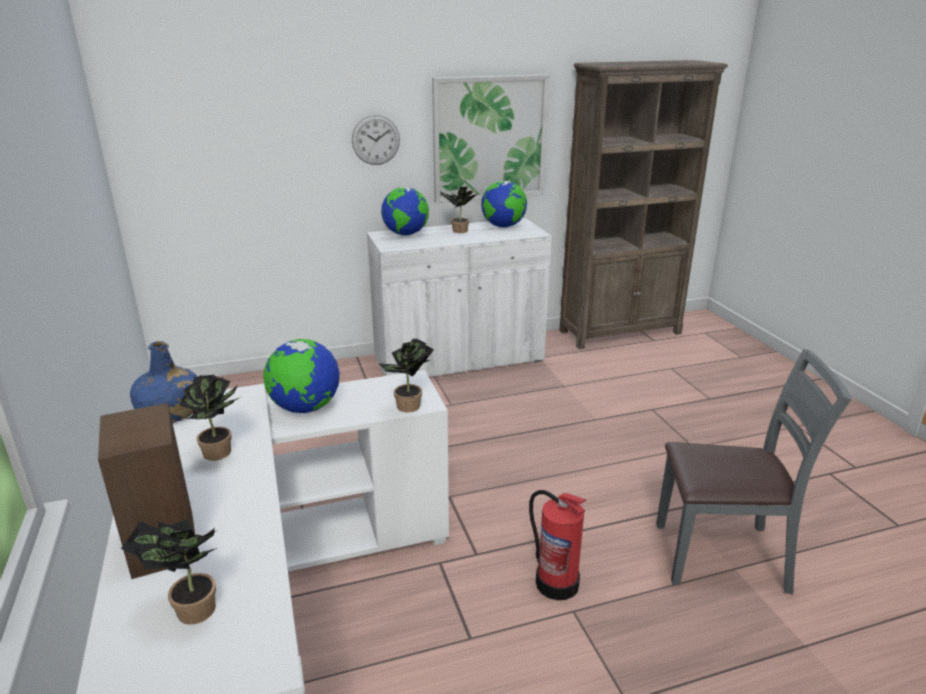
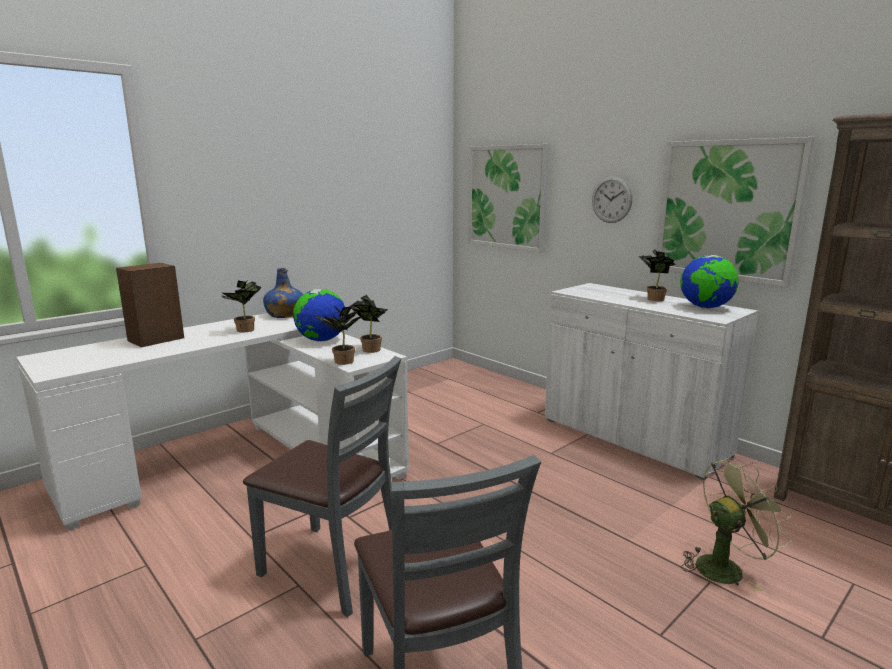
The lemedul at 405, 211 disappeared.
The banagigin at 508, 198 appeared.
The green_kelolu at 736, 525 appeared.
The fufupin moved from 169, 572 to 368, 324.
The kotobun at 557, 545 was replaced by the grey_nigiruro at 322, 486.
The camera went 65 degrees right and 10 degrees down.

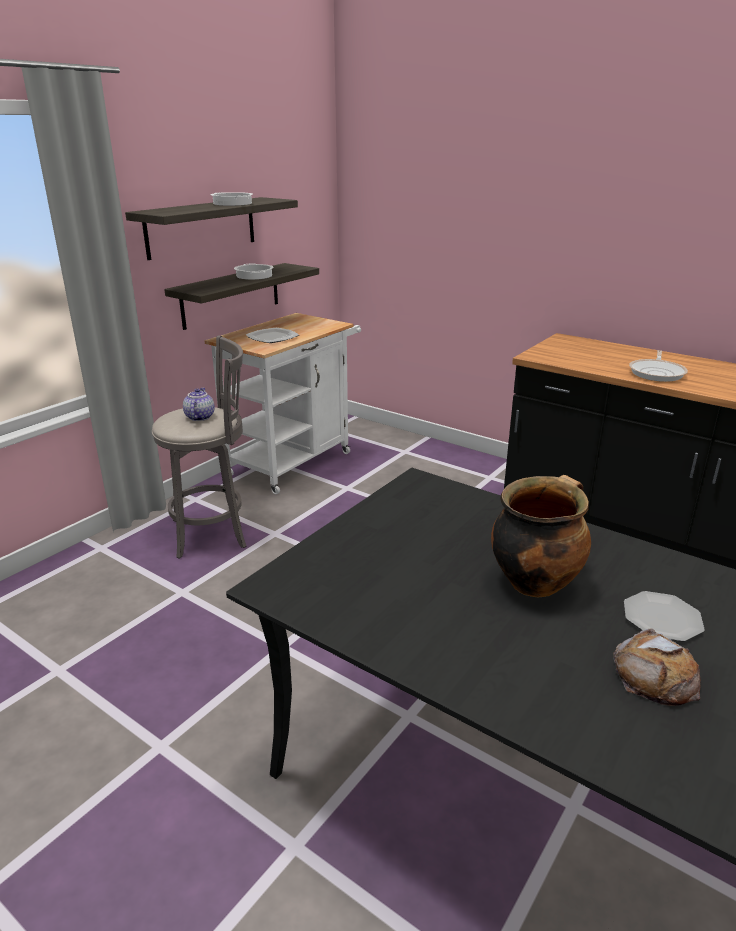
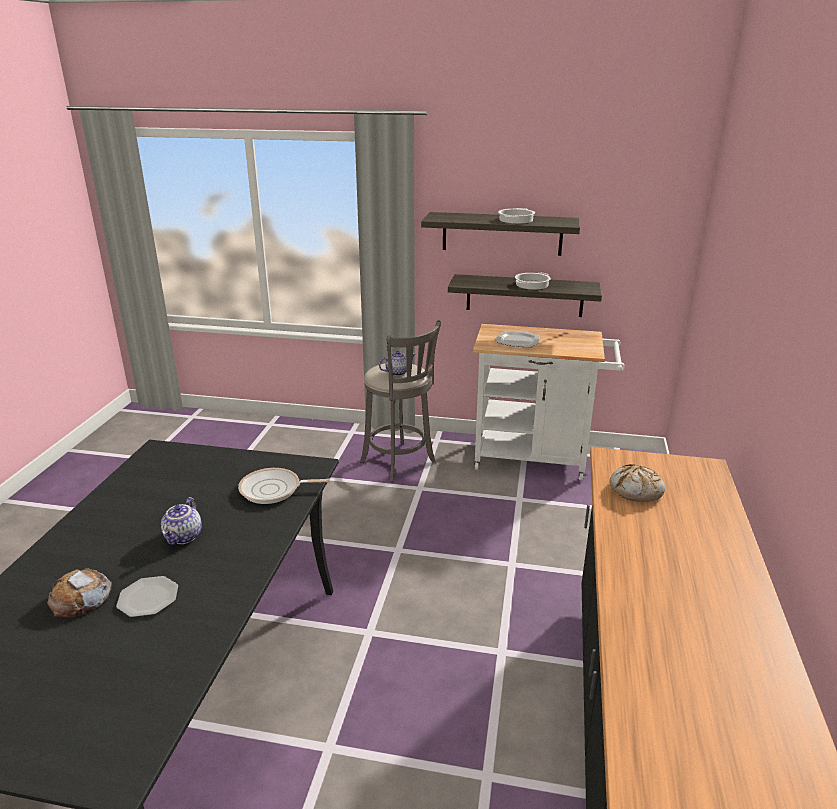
The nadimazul at 637, 483 appeared.
The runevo moved from 658, 366 to 284, 486.
The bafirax at 541, 536 was replaced by the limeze at 181, 521.
The camera went 65 degrees right and 0 degrees up.

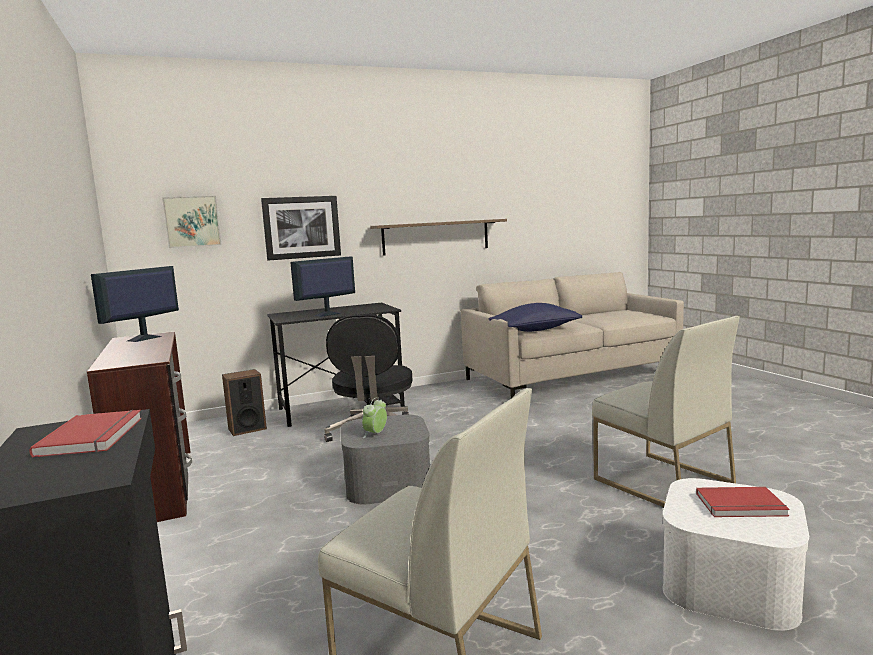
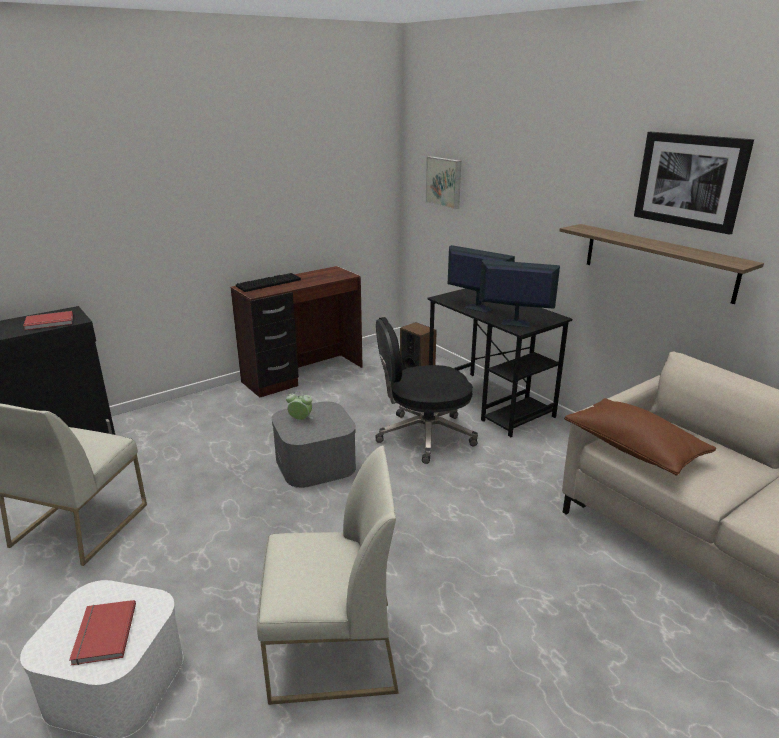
The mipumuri at 268, 282 appeared.
The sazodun moved from 135, 304 to 519, 293.
The banagigin moved from 301, 228 to 694, 183.
The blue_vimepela at 535, 317 became the brown_vimepela at 640, 437.
The white_nigiruro at 666, 411 turned 135 degrees counterclockwise.
The camera went 75 degrees right and 15 degrees up.

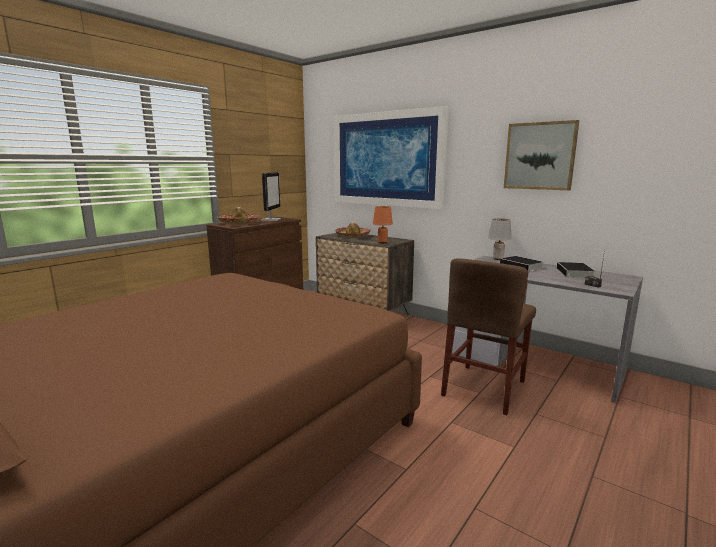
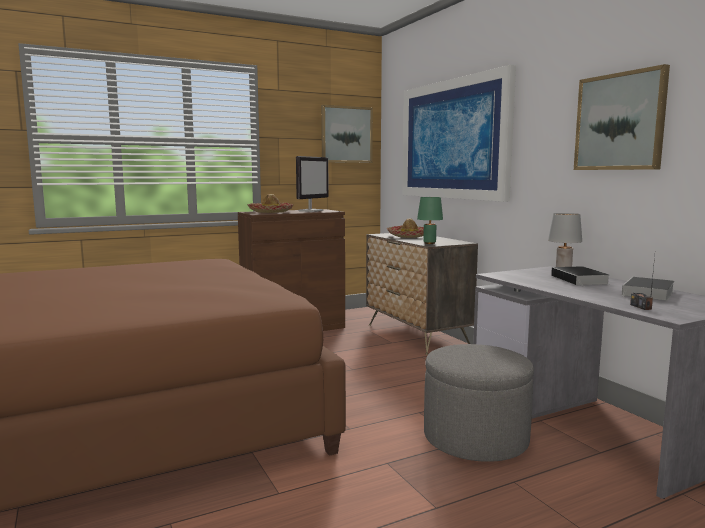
The banagigin at 347, 134 appeared.
The brown_nigiruro at 488, 336 was replaced by the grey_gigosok at 479, 403.
The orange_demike at 383, 224 became the green_demike at 430, 220.
The camera went 25 degrees right and 5 degrees down.

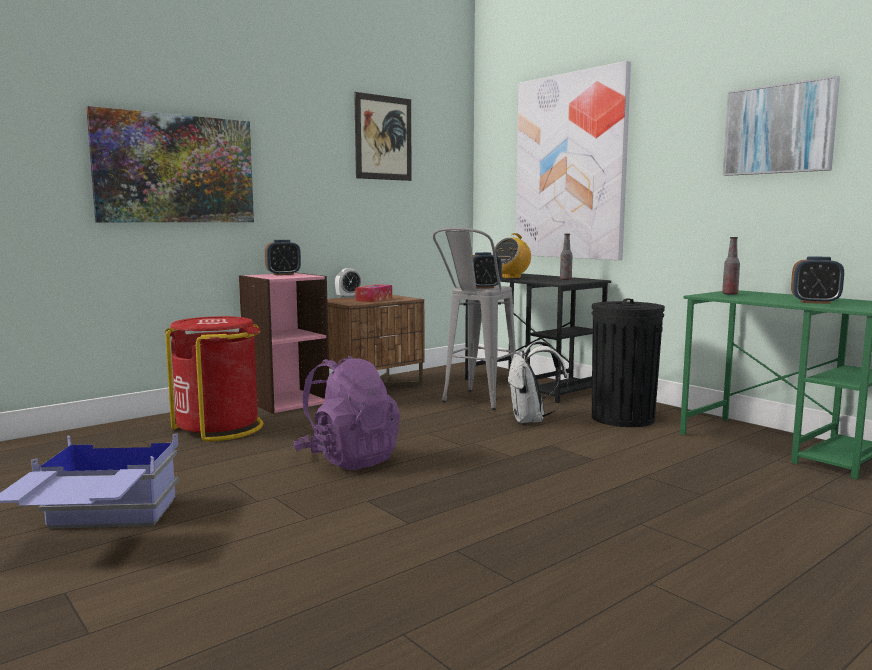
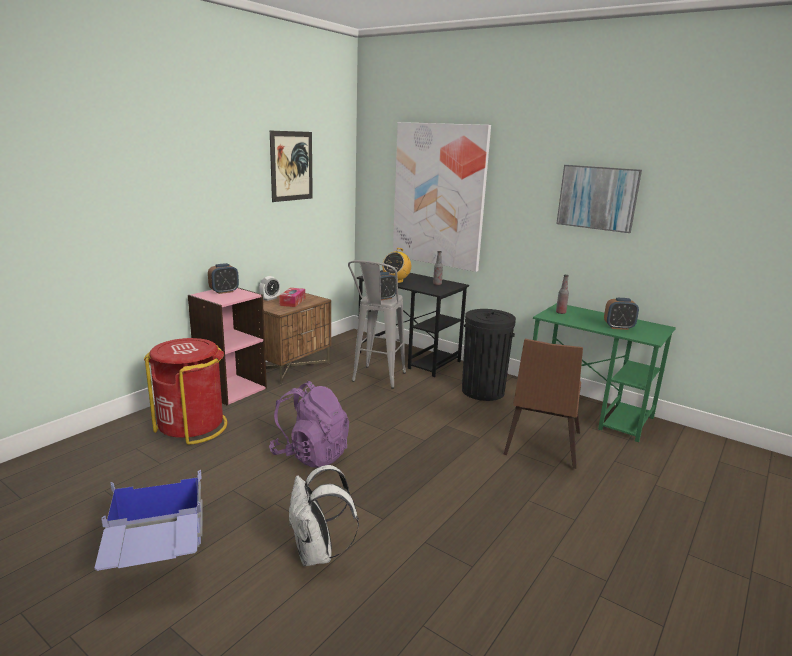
The banagigin at 170, 164 disappeared.
The brown_nigiruro at 543, 404 appeared.
The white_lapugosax moved from 538, 382 to 324, 515.
The camera went 15 degrees left and 10 degrees up.

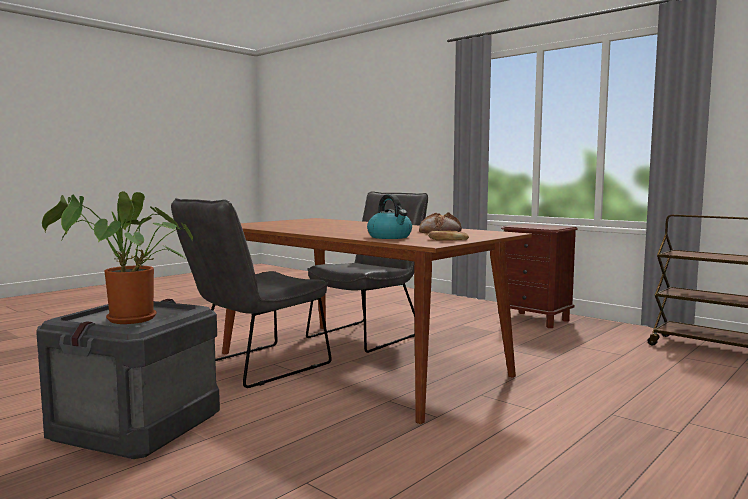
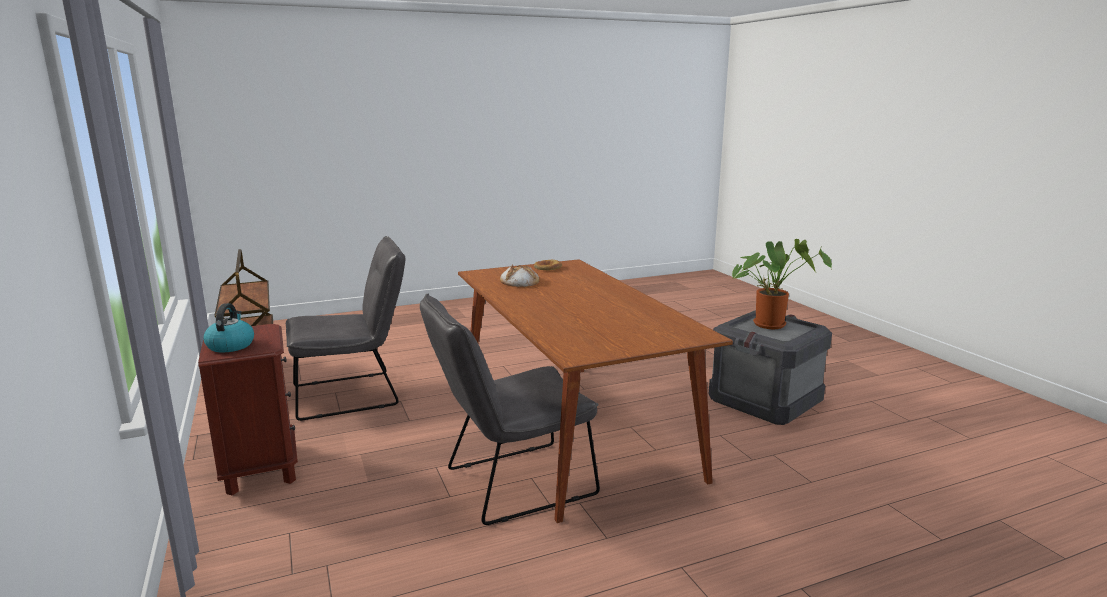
The grey_nigiruro moved from 251, 293 to 345, 328.
The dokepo moved from 389, 216 to 229, 328.
The camera went 155 degrees left and 10 degrees up.

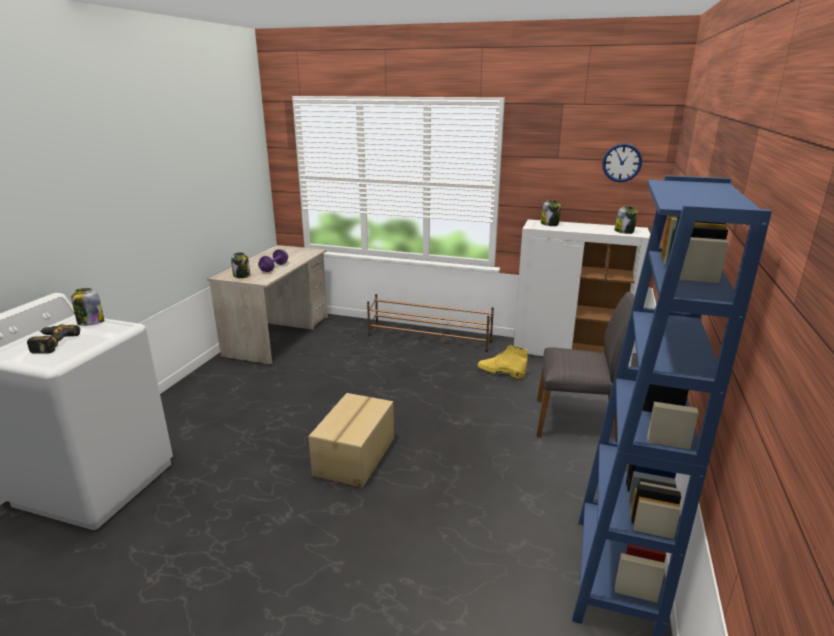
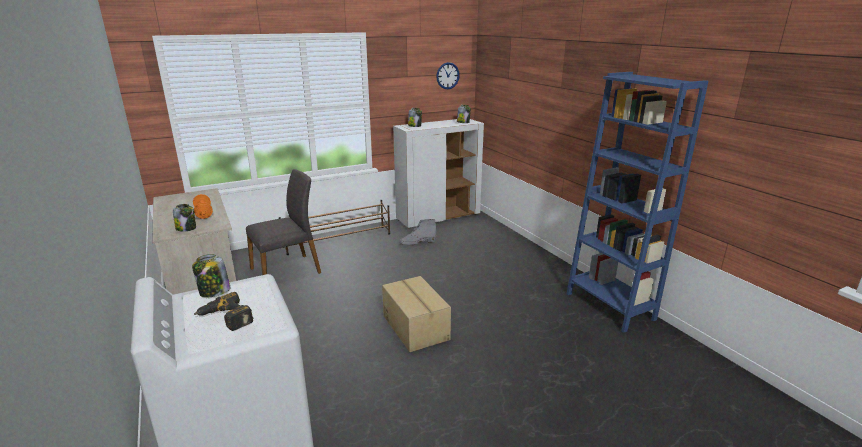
The grey_nigiruro moved from 586, 367 to 283, 222.
The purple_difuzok at 273, 260 became the orange_difuzok at 203, 206.
The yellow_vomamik at 503, 362 became the grey_vomamik at 418, 232.
The camera went 45 degrees left and 0 degrees up.

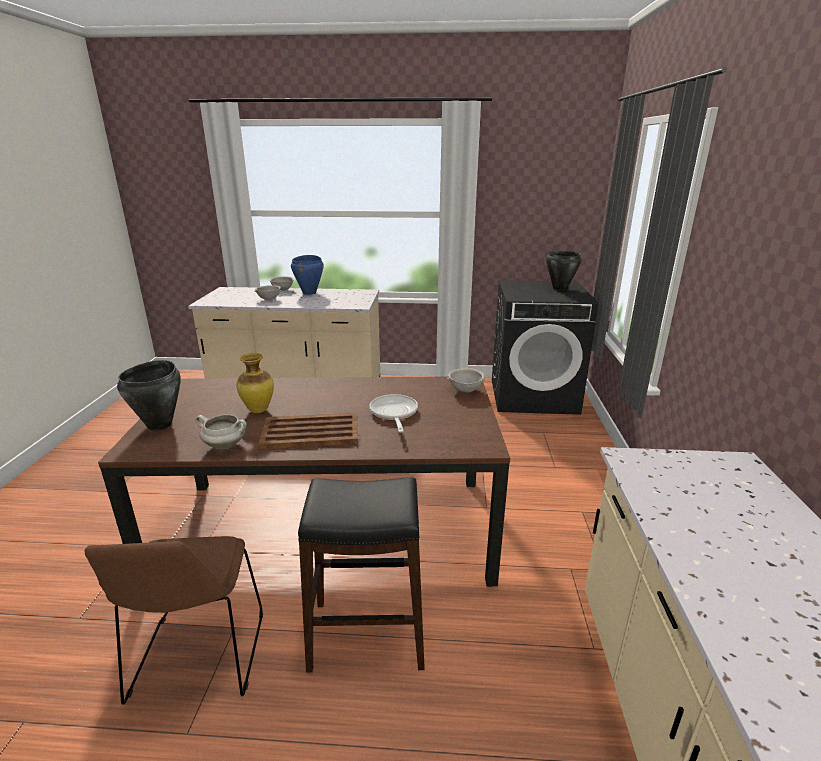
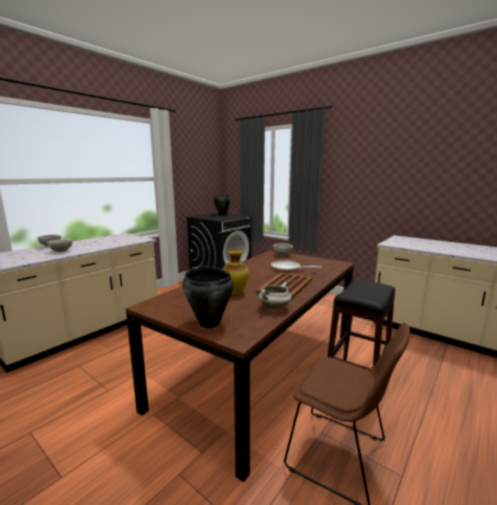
The blue_bafirax at 307, 275 disappeared.
The camera went 55 degrees left and 10 degrees down.

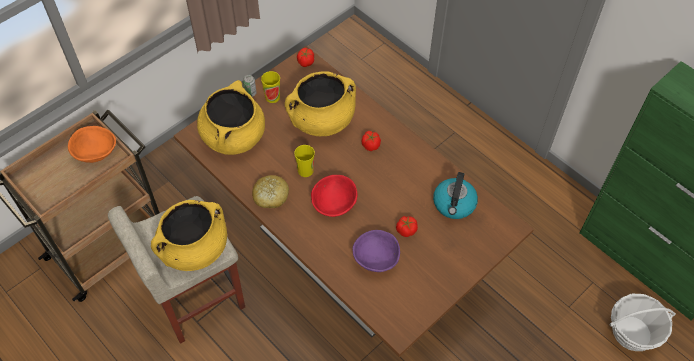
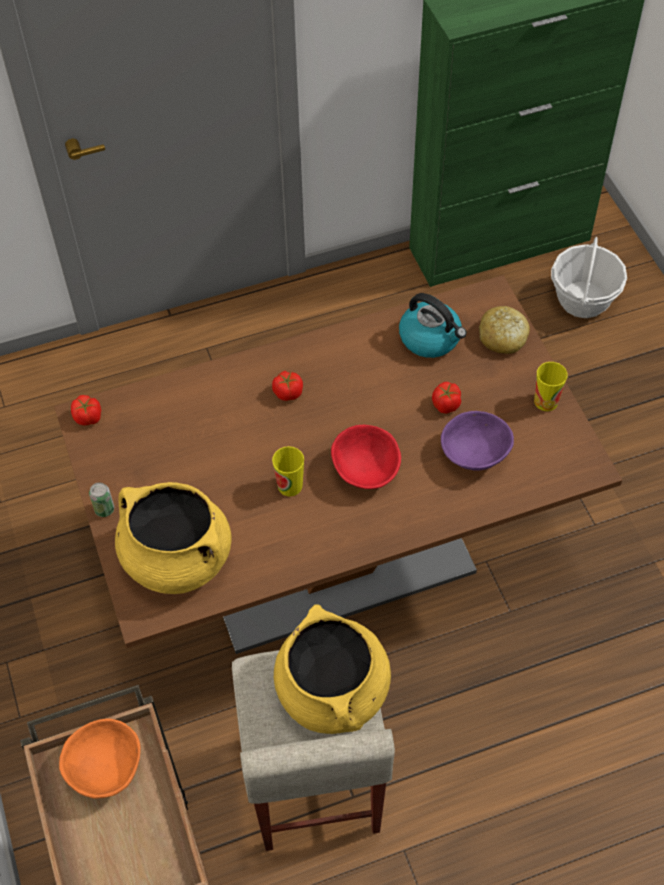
The yellow_bafirax at 320, 103 disappeared.
The nadimazul moved from 270, 191 to 504, 330.
The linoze moved from 270, 87 to 551, 386.
The camera went 65 degrees left and 0 degrees up.

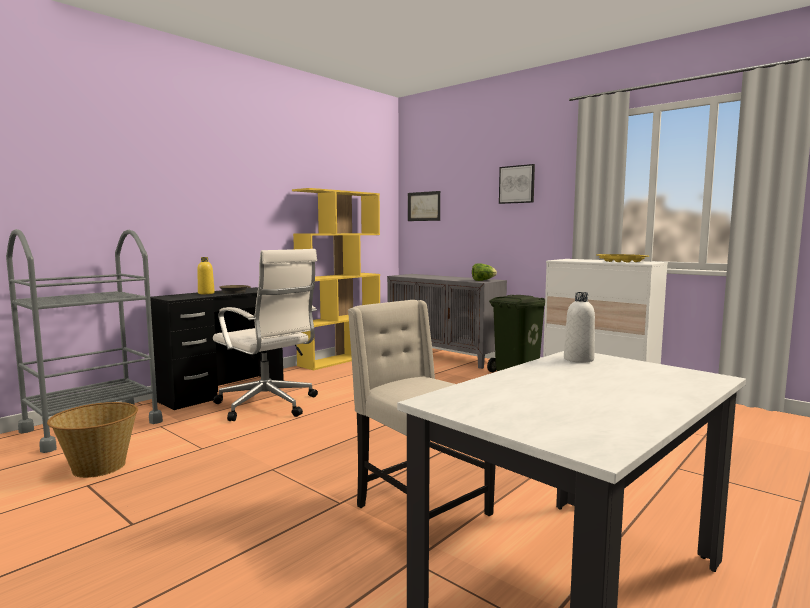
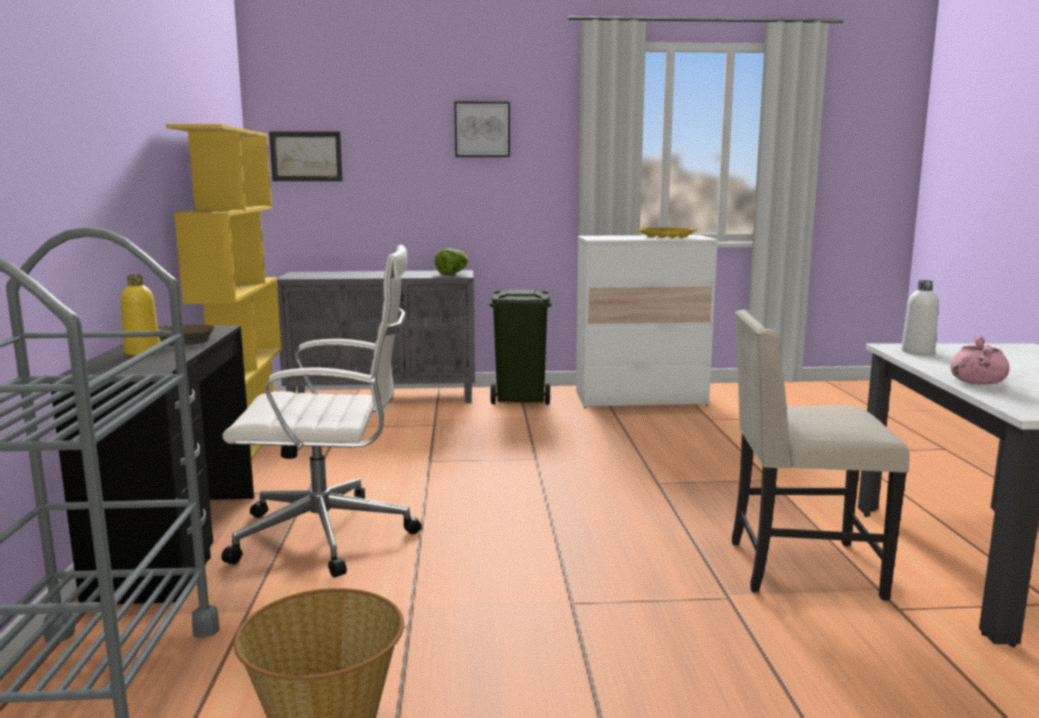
The pink_bafirax at 980, 360 appeared.
The camera went 45 degrees left and 5 degrees up.

